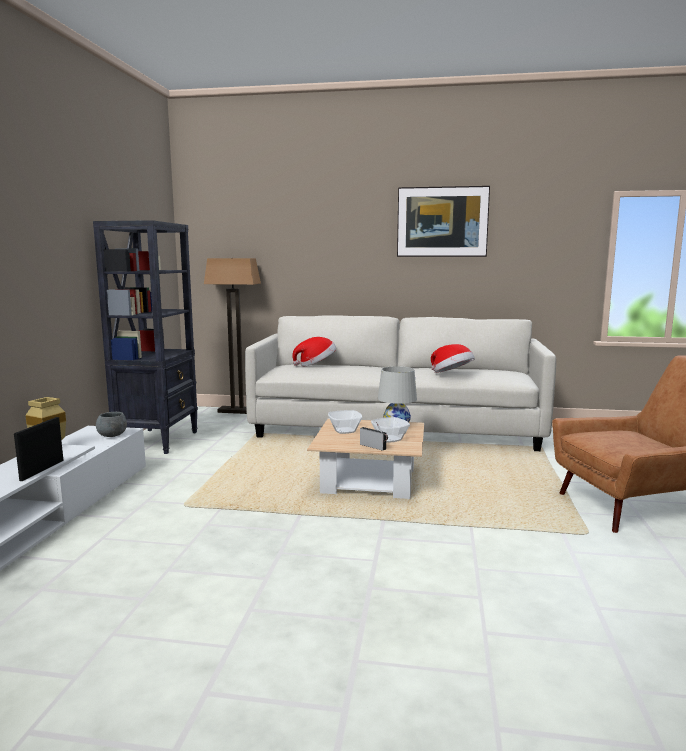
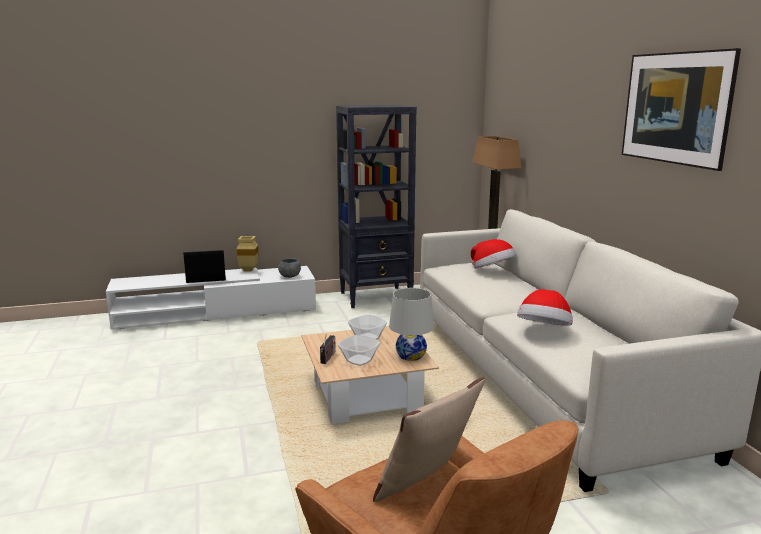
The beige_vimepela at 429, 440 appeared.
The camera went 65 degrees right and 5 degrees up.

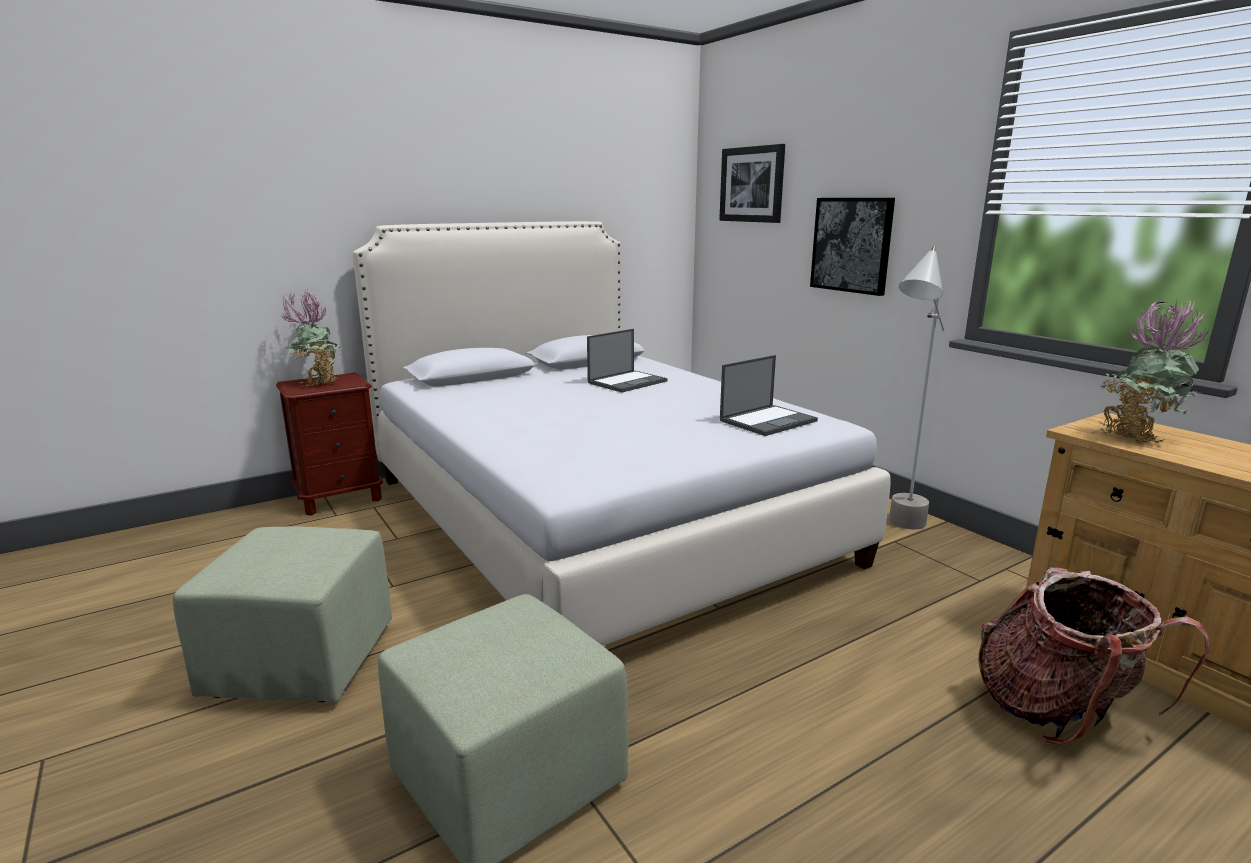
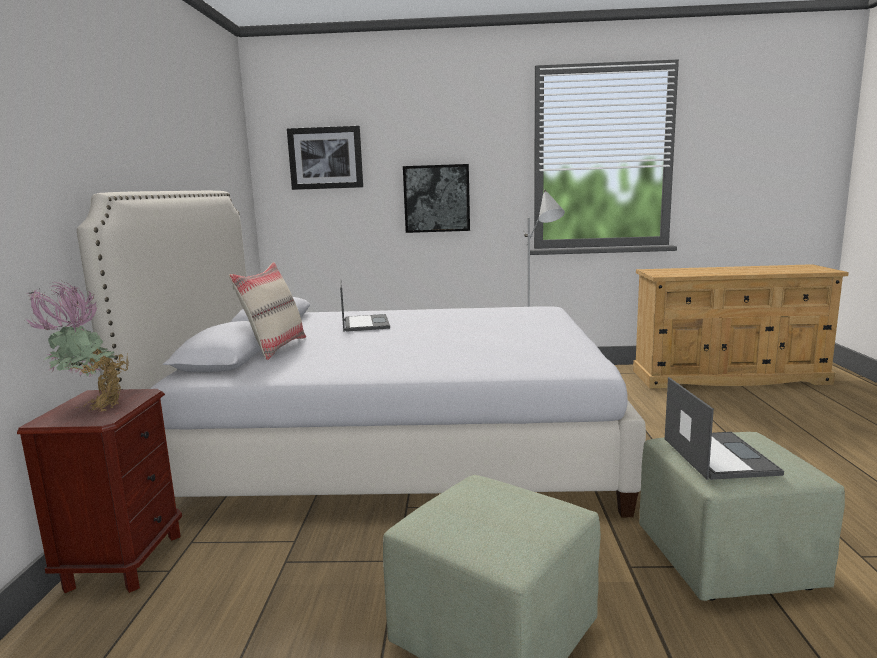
The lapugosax at 1093, 656 disappeared.
The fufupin at 1154, 372 disappeared.
The beige_vimepela at 267, 311 appeared.
The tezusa moved from 769, 395 to 724, 428.
The camera went 55 degrees left and 5 degrees down.

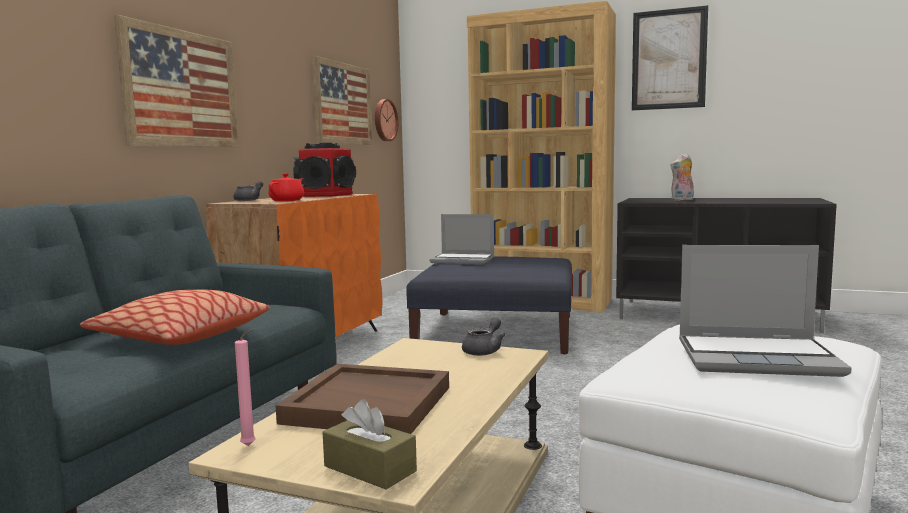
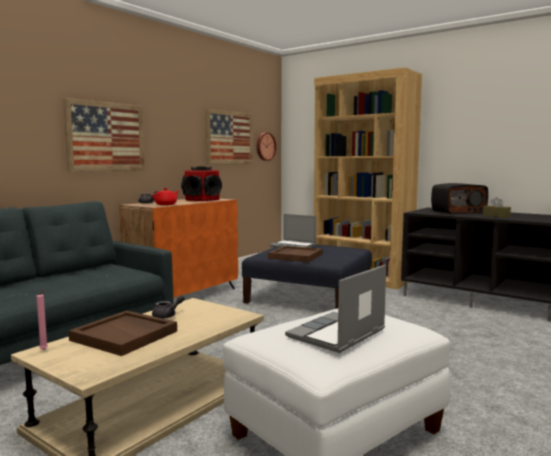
The vimepela at 175, 317 disappeared.
The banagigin at 670, 57 disappeared.
The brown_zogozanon at 295, 254 appeared.
The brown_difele moved from 370, 444 to 497, 207.
The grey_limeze moved from 484, 336 to 168, 307.
The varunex at 682, 177 was replaced by the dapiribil at 459, 198.
The tezusa at 765, 311 turned 105 degrees clockwise.
The camera went 15 degrees right and 0 degrees up.

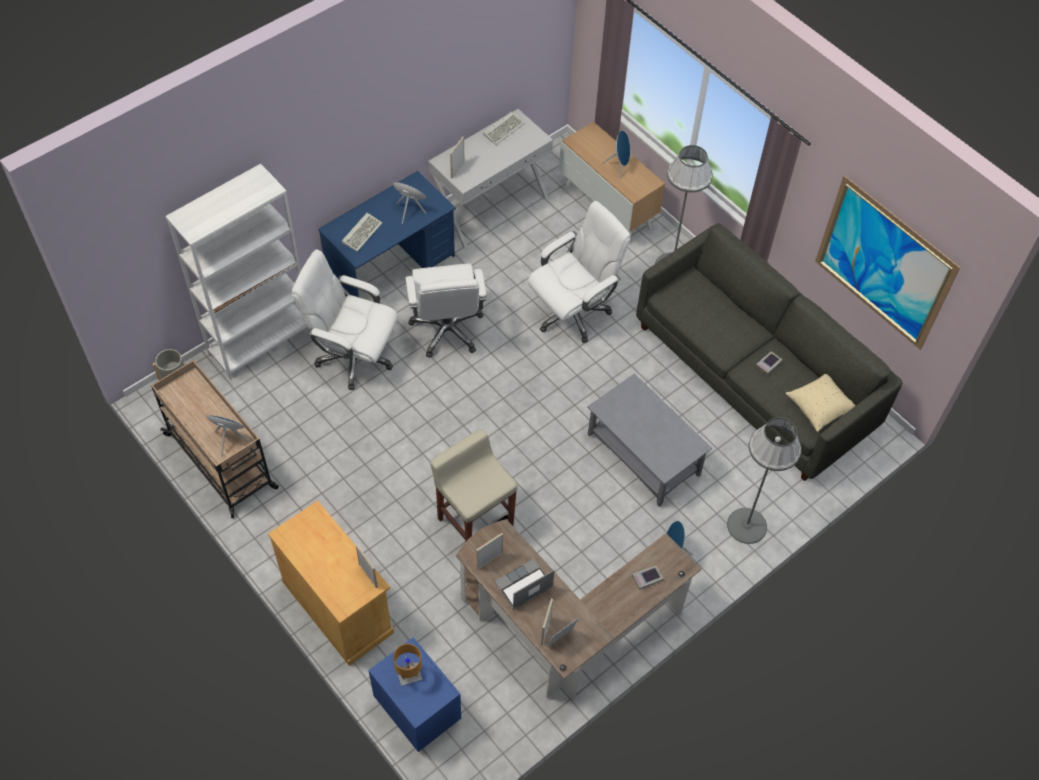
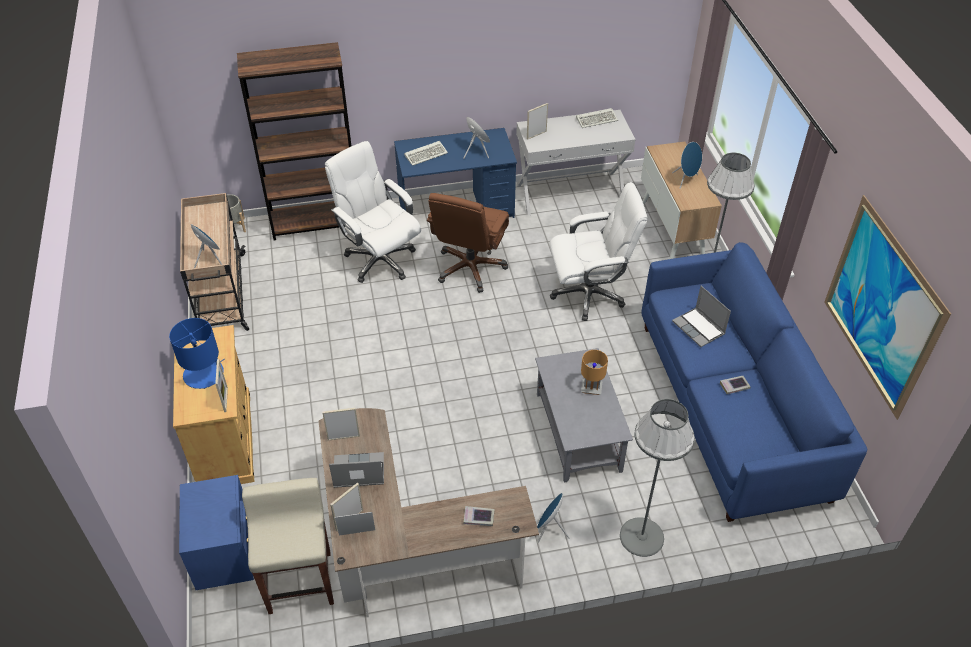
The beige_vimepela at 820, 403 disappeared.
The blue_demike at 197, 353 appeared.
The tezusa at 701, 316 appeared.
The brown_demike moved from 407, 665 to 594, 372.
The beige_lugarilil moved from 474, 485 to 288, 546.
The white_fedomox at 238, 271 became the brown_fedomox at 294, 141.
The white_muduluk at 446, 310 became the brown_muduluk at 468, 243.
The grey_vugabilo at 769, 352 became the blue_vugabilo at 754, 382.
The camera went 30 degrees right and 10 degrees down.

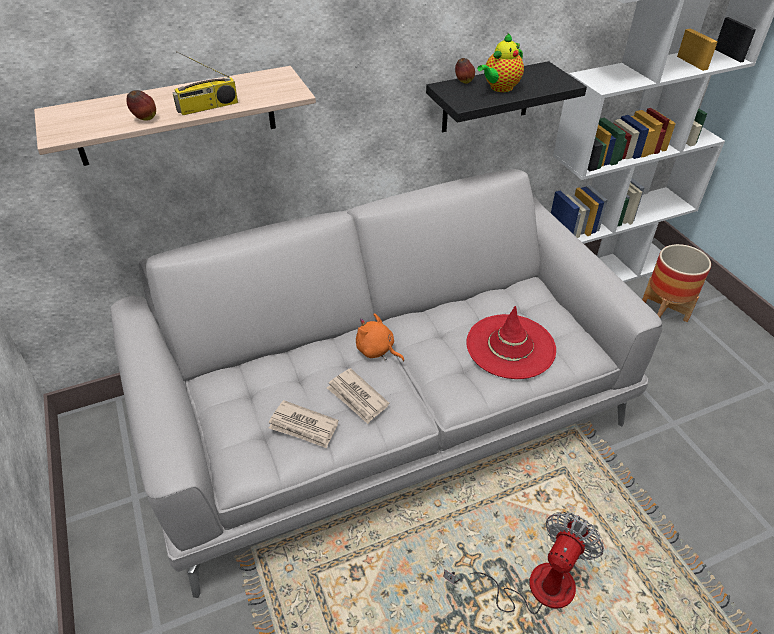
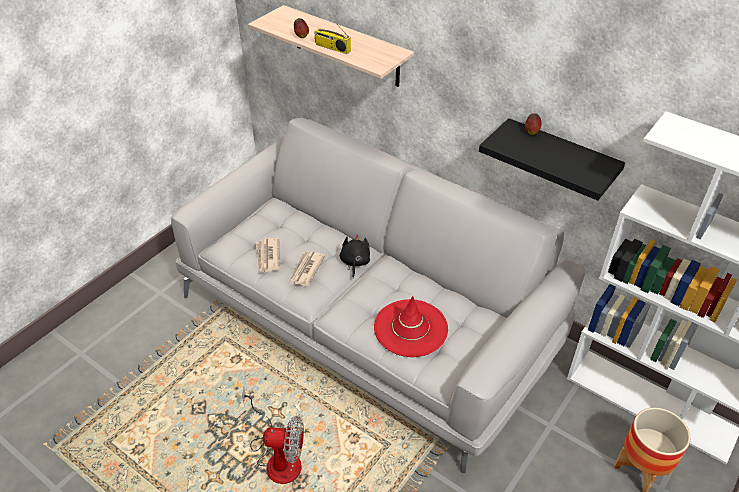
The limeze at 500, 62 disappeared.
The orange_varunex at 380, 337 became the black_varunex at 355, 256.
The camera went 60 degrees right and 0 degrees up.

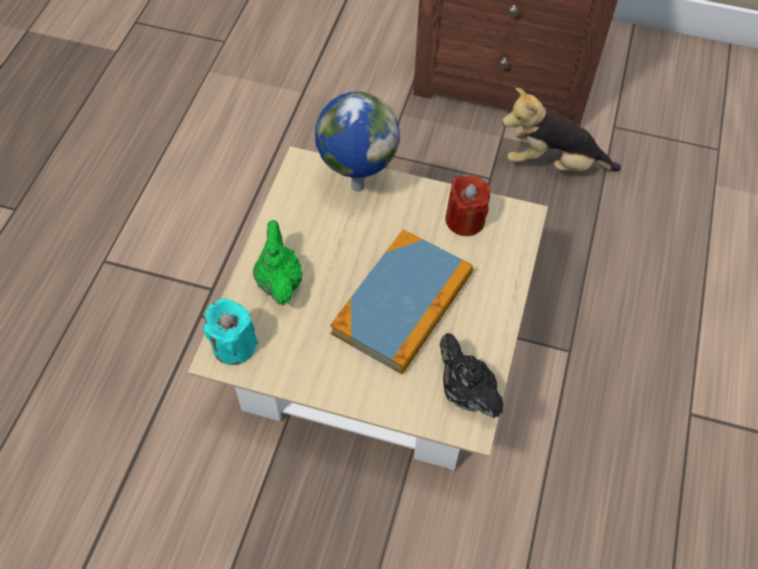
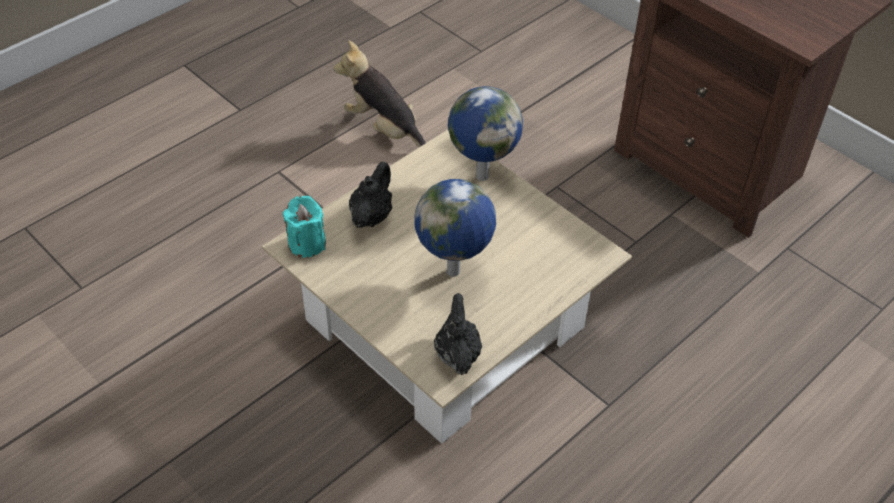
The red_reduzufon at 467, 205 disappeared.
The varunex moved from 561, 130 to 380, 94.
The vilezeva at 401, 302 was replaced by the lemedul at 455, 228.
The green_limeze at 278, 263 became the black_limeze at 370, 195.
The camera went 30 degrees right and 10 degrees down.

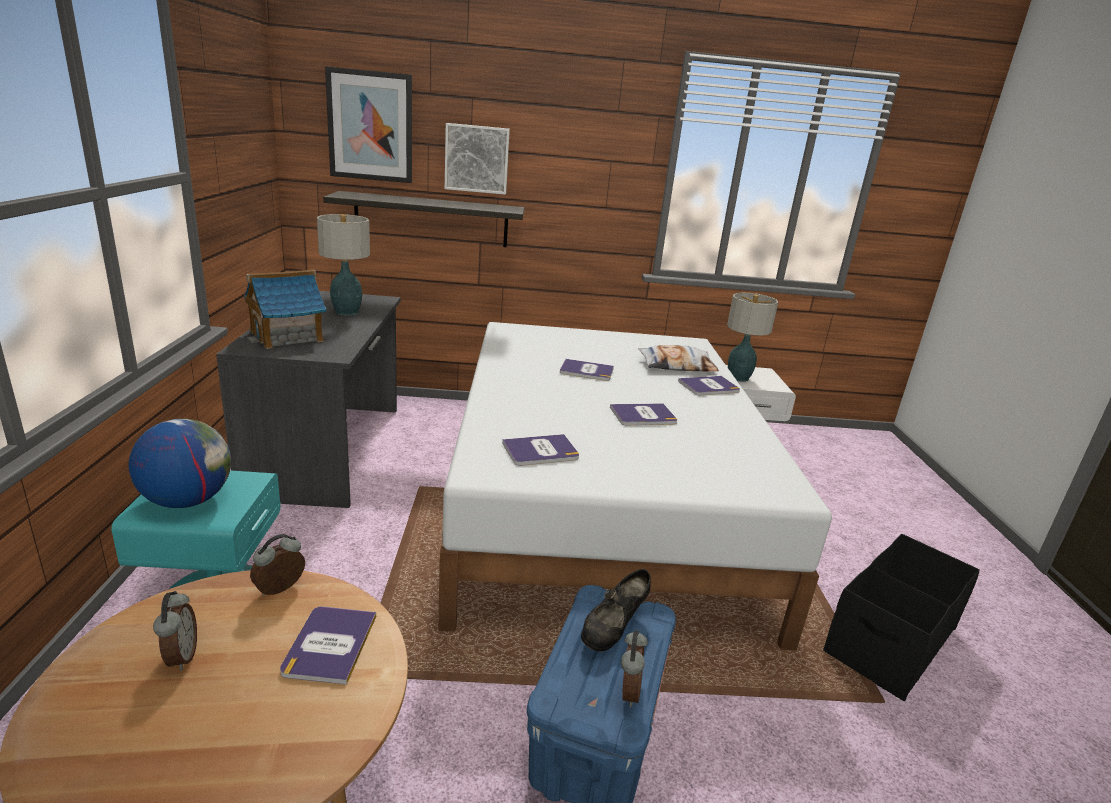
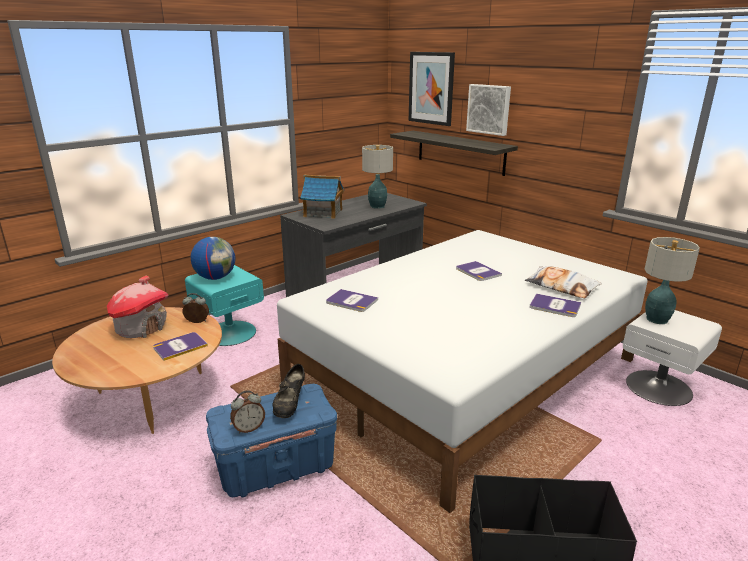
The vilezeva at 643, 414 disappeared.
The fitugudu at 175, 631 was replaced by the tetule at 138, 307.
The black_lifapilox at 616, 610 turned 75 degrees counterclockwise.
The camera went 50 degrees right and 0 degrees up.

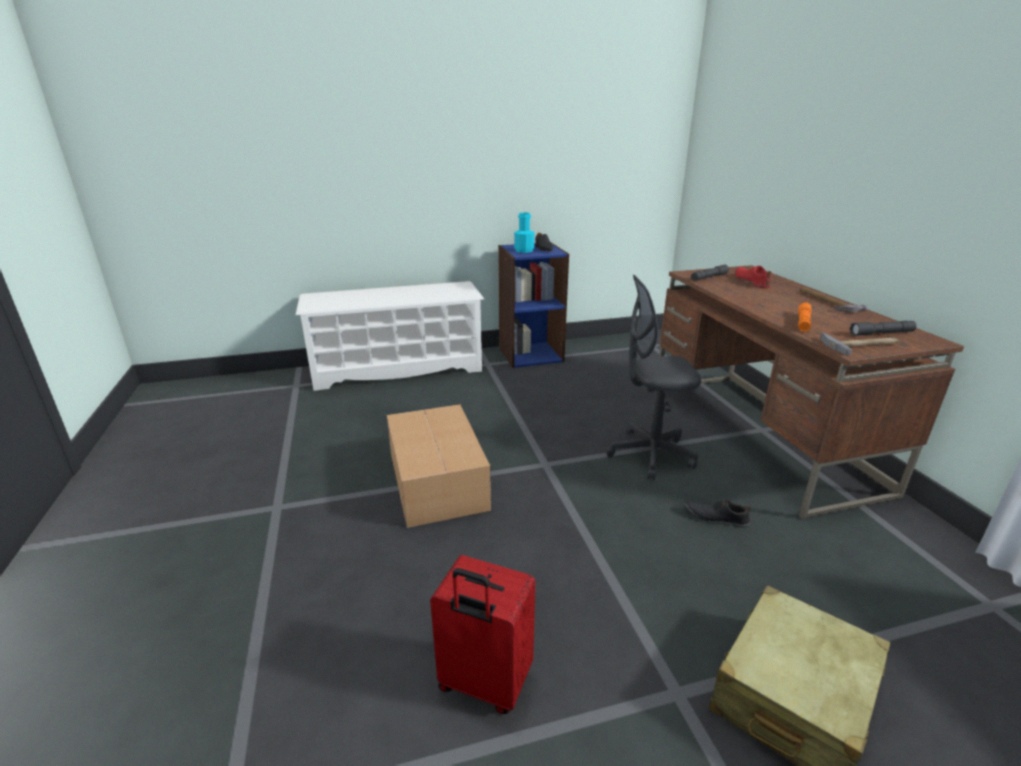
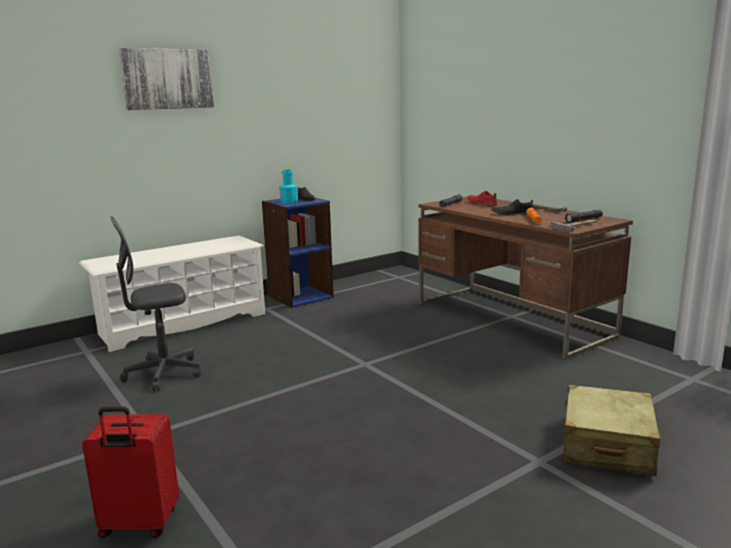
The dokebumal at 439, 466 disappeared.
The banagigin at 166, 79 appeared.
The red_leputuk moved from 482, 634 to 130, 472.
The grey_muduluk moved from 653, 377 to 156, 303.
The black_lifapilox moved from 718, 513 to 512, 207.
The camera went 20 degrees left and 10 degrees down.

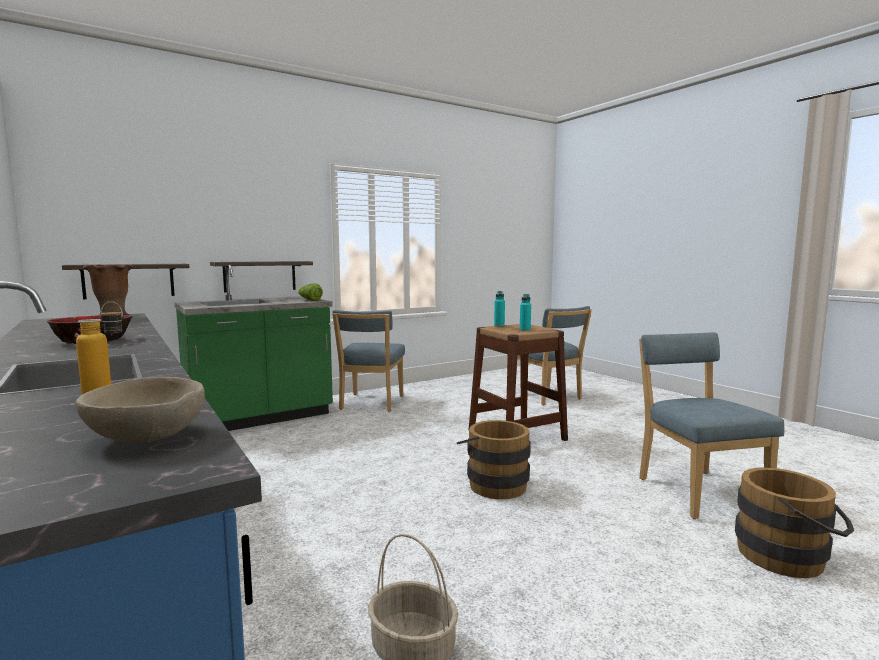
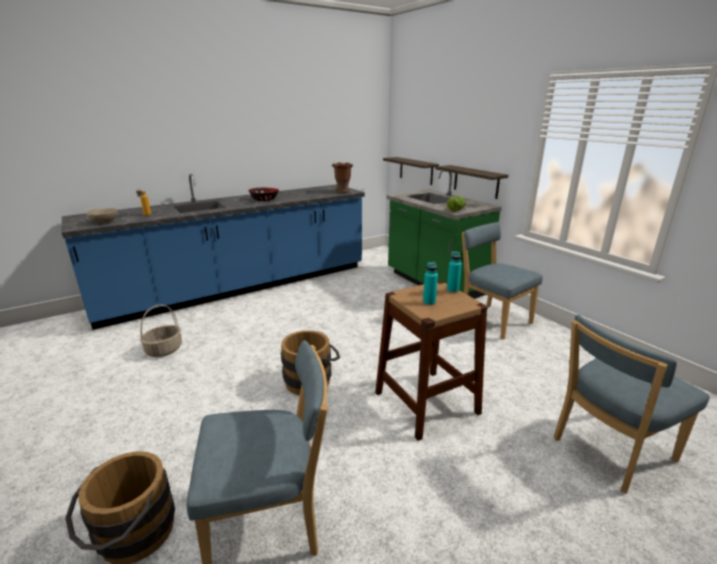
The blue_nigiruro at 369, 361 turned 45 degrees clockwise.
The camera went 90 degrees right and 15 degrees up.

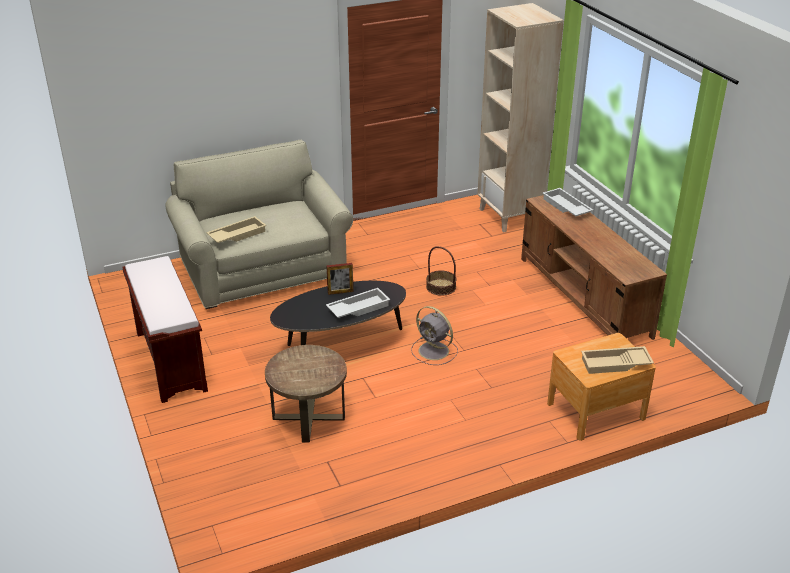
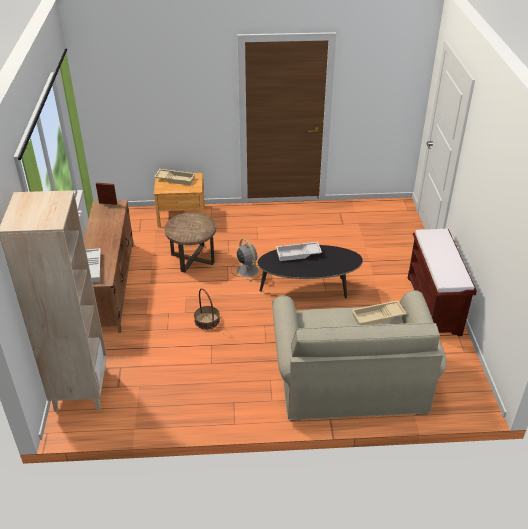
The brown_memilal moved from 306, 393 to 190, 243.
The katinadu moved from 339, 279 to 106, 194.
The camera went 160 degrees left and 5 degrees up.

